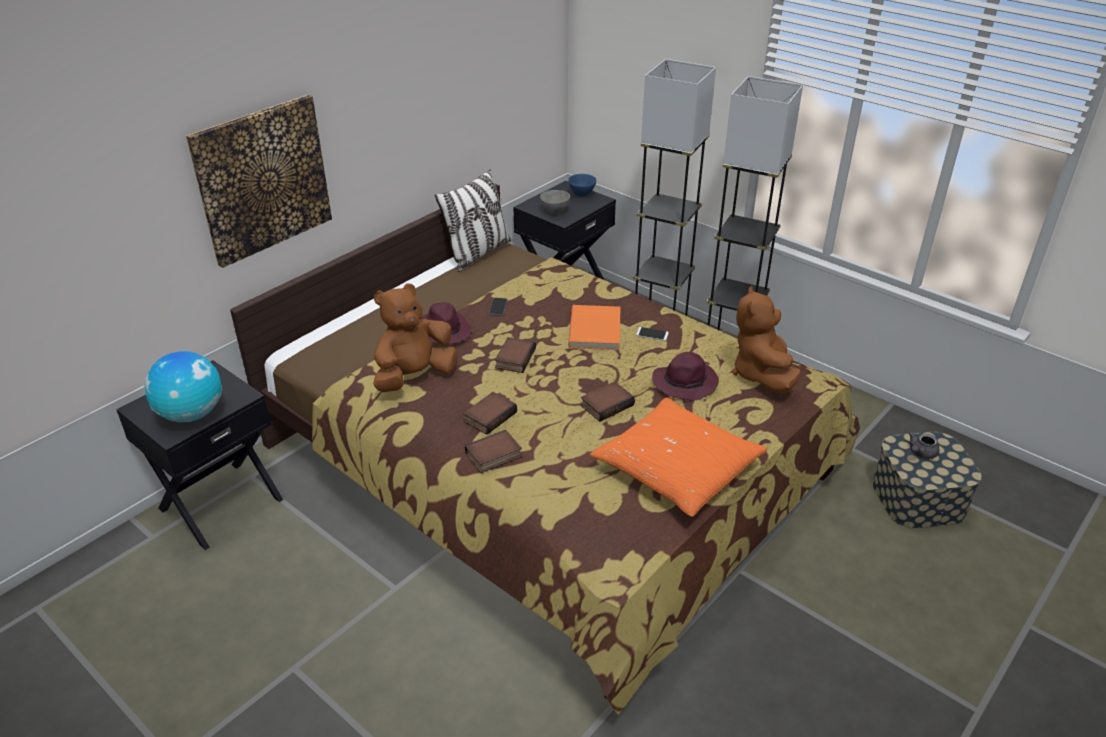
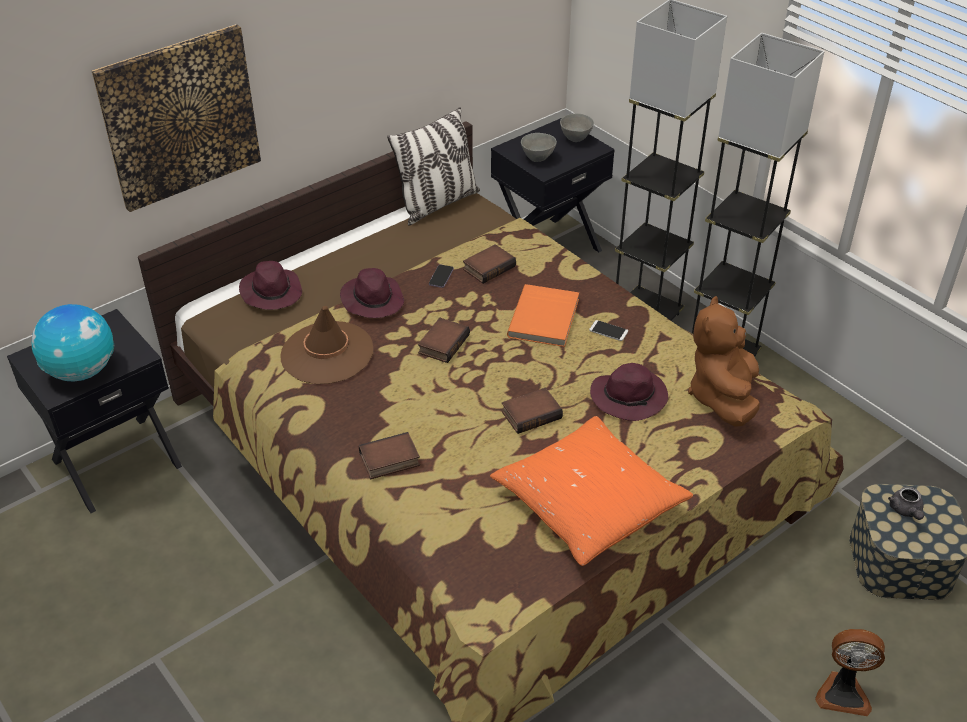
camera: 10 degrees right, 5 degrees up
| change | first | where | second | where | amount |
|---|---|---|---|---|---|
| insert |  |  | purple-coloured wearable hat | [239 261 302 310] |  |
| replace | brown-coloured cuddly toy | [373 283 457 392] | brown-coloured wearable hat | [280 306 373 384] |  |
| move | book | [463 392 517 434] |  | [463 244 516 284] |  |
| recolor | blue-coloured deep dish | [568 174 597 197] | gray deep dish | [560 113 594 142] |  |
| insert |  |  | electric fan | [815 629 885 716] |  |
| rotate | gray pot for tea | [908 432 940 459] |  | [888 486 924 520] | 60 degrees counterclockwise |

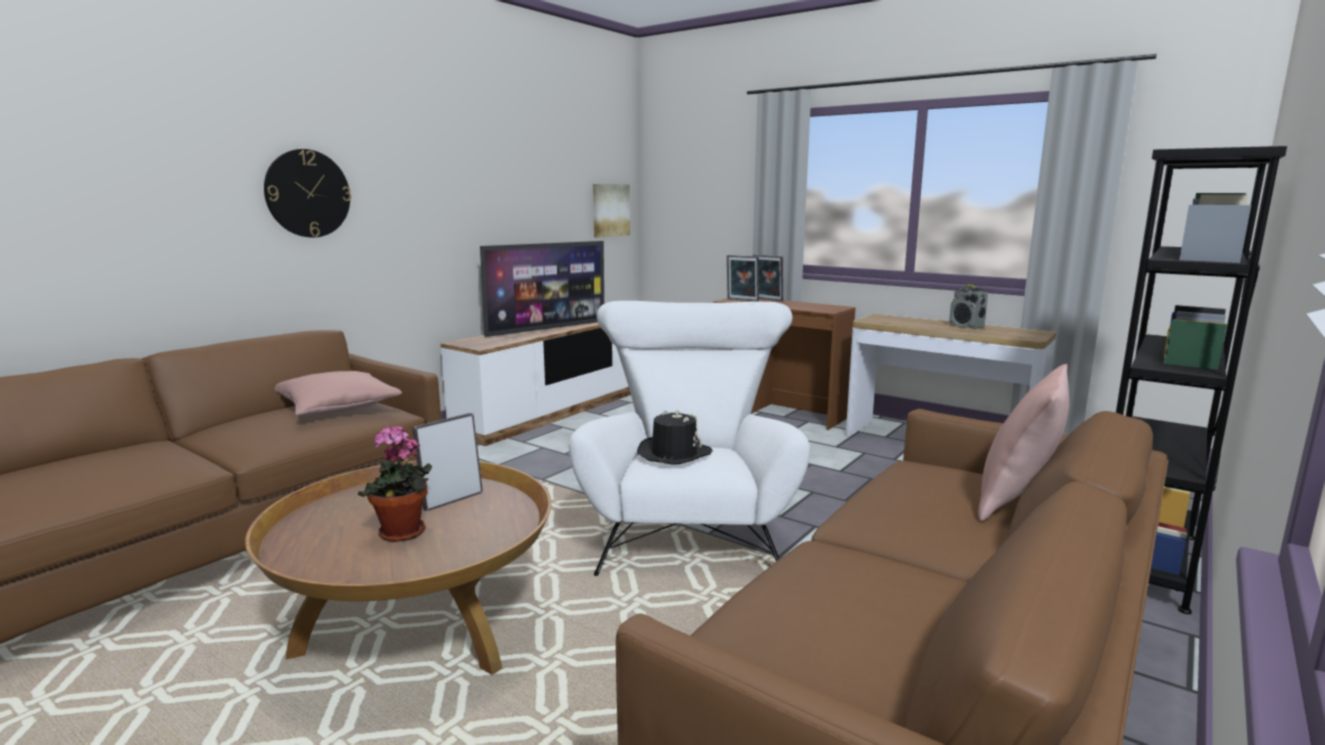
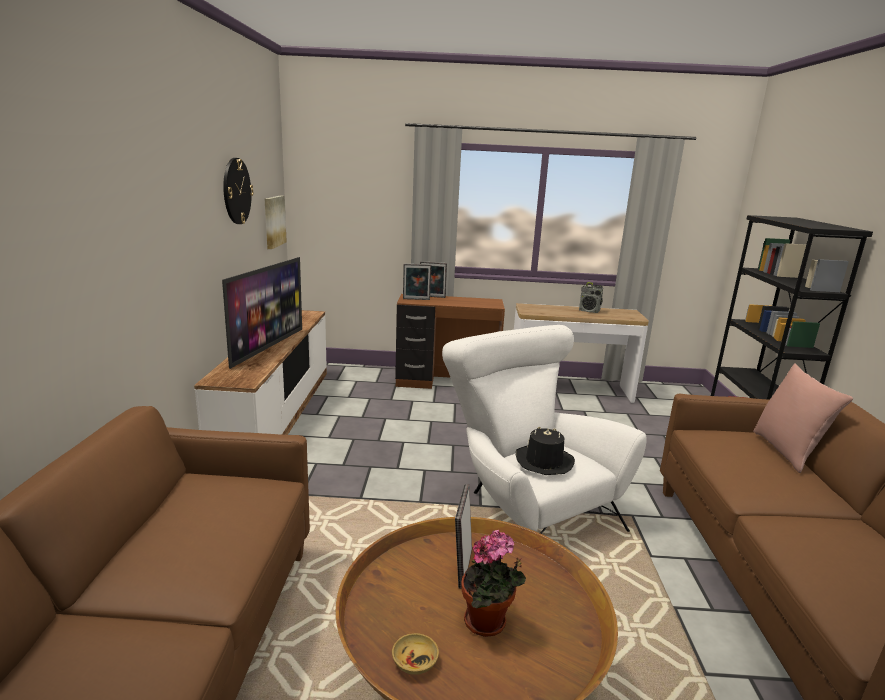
camera: 35 degrees left, 5 degrees up
| change | first | where | second | where | amount |
|---|---|---|---|---|---|
| move | wall clock | [264 149 351 238] |  | [223 158 253 224] |  |
| insert |  |  | beige deep dish | [392 633 439 675] |  |
| delete | pinkish pillow | [275 371 402 416] |  |  |  |

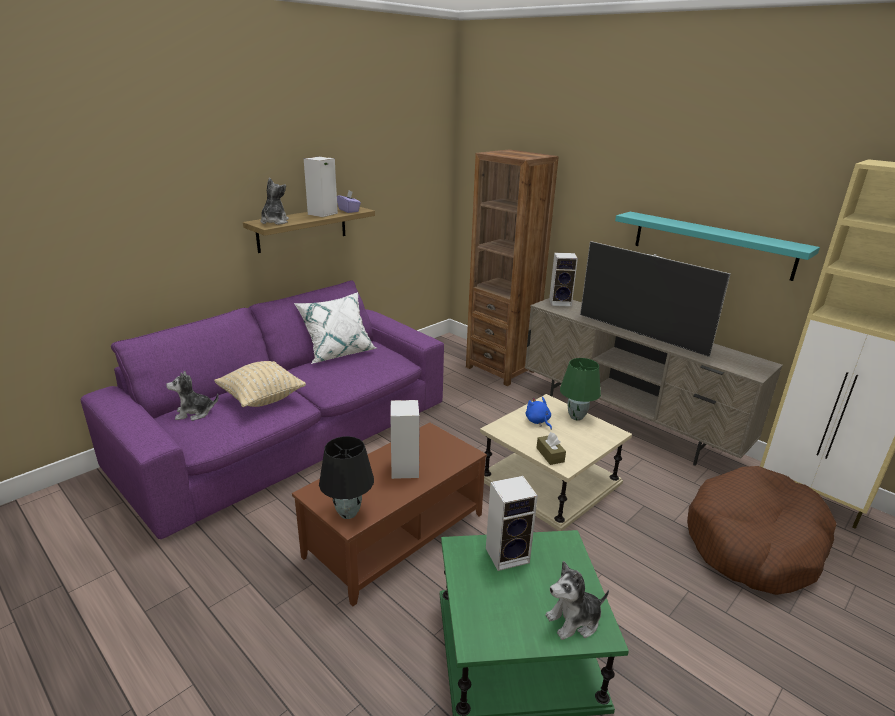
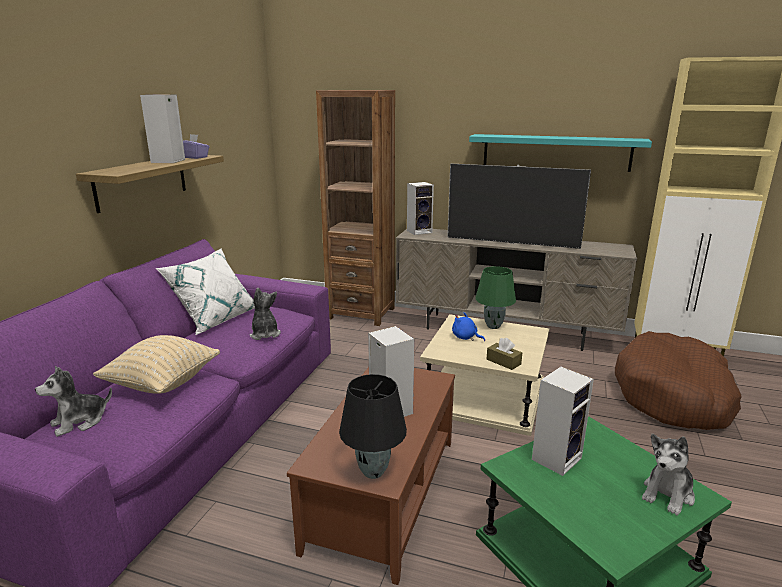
camera: 25 degrees left, 5 degrees down
| change | first | where | second | where | amount |
|---|---|---|---|---|---|
| move | cuddly toy | [261 178 289 225] |  | [250 288 281 340] |  |

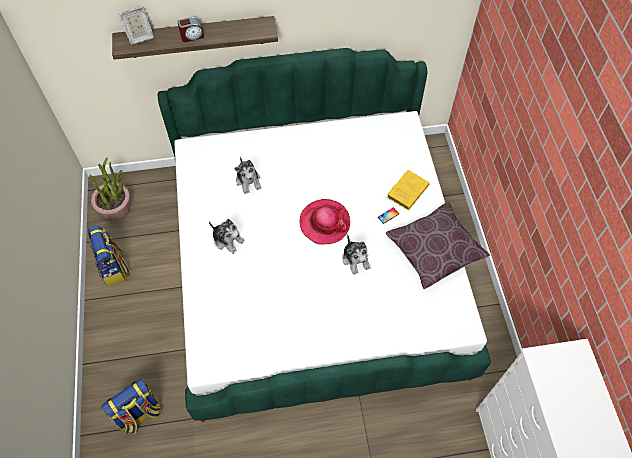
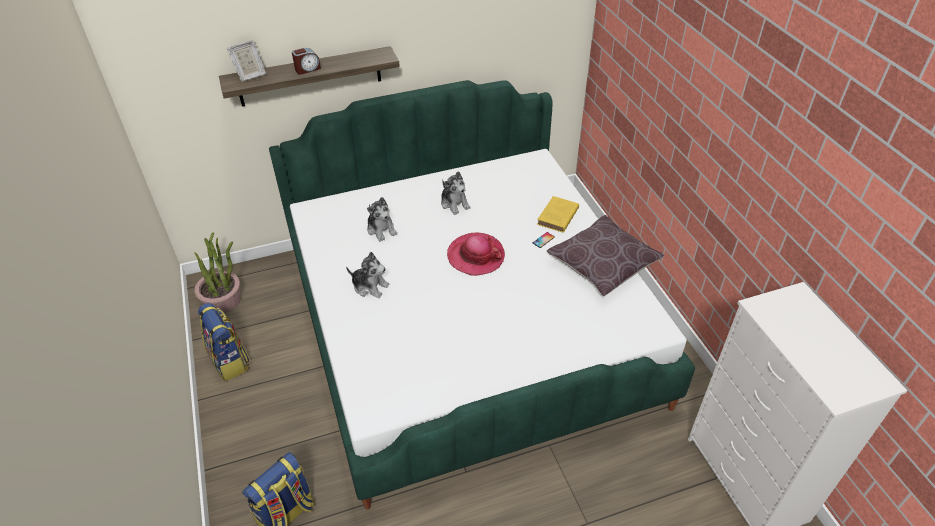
camera: 10 degrees left, 15 degrees down
| change | first | where | second | where | amount |
|---|---|---|---|---|---|
| move | cuddly toy | [342 234 371 275] |  | [441 171 471 215] |  |

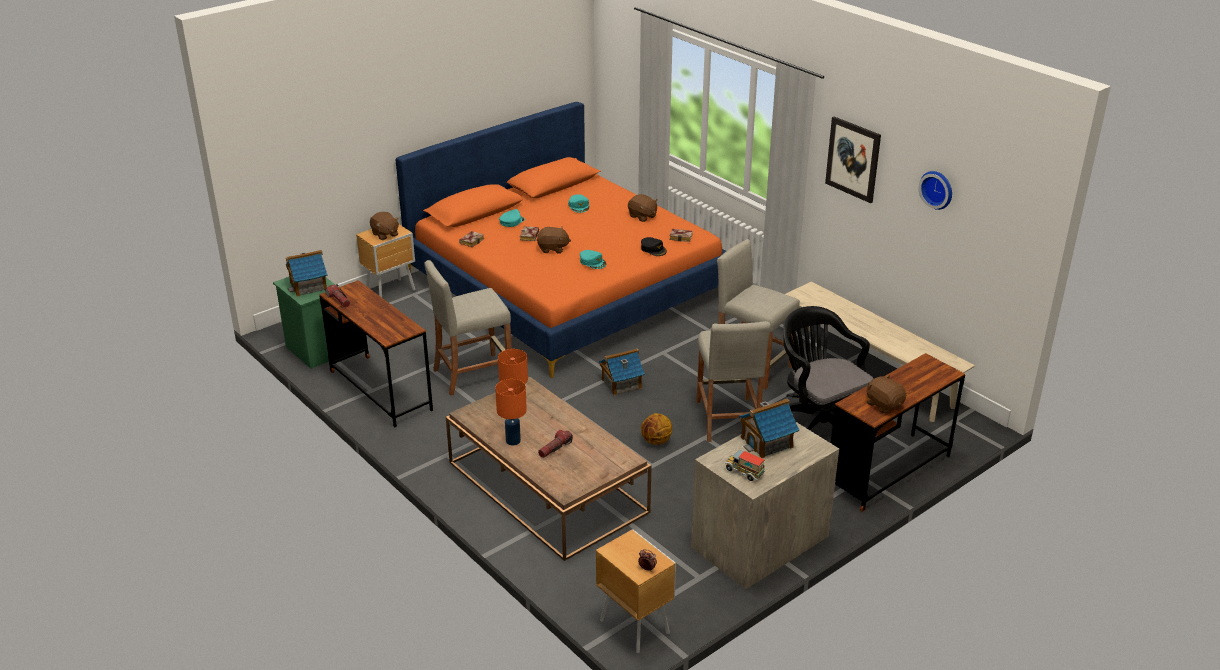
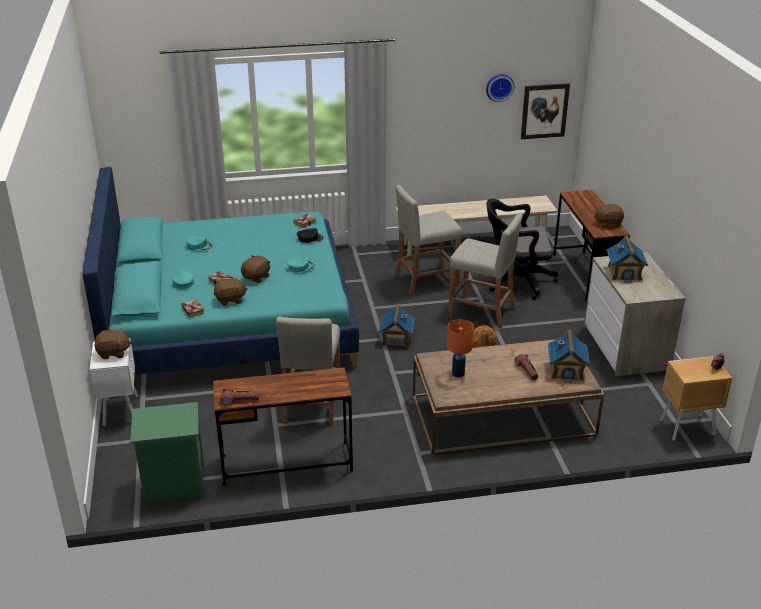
camera: 60 degrees left, 0 degrees up
| change | first | where | second | where | amount |
|---|---|---|---|---|---|
| recolor | orangey bed | [395 102 726 378] | blue-green bed | [82 167 359 375] |  |
| recolor | brown-coloured nightstand | [356 224 416 297] | white-coloured nightstand | [90 338 138 426] |  |
| move | brown-coloured cuddly toy | [628 194 658 222] |  | [214 277 248 306] |  |
| move | wall art | [825 117 881 203] |  | [521 83 570 139] |  |
| move | toy house | [286 250 327 297] |  | [548 330 590 382] |  |
| delete | orangey tabletop lamp | [495 379 527 445] |  |  |  |
| delete | toy truck | [725 450 765 481] |  |  |  |

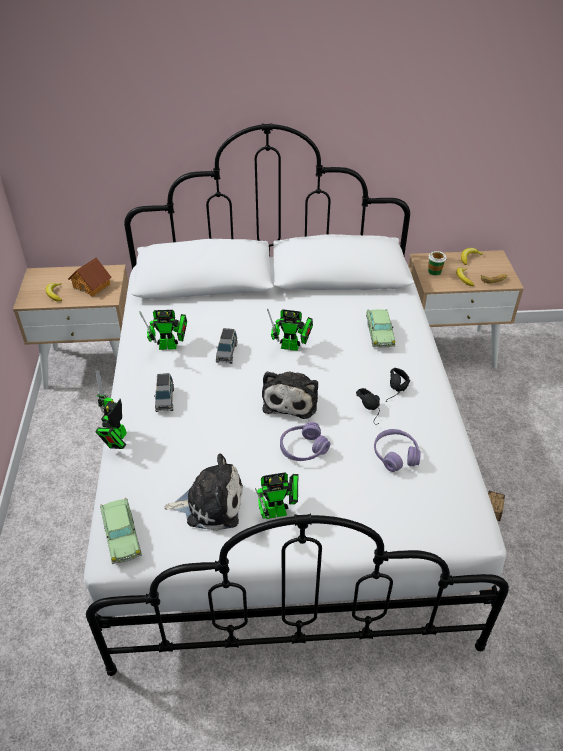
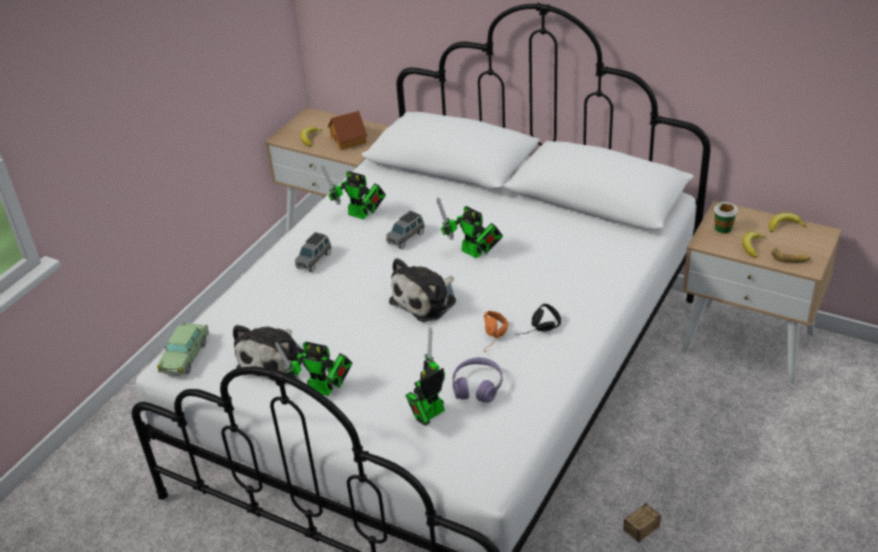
camera: 35 degrees right, 5 degrees down
| change | first | where | second | where | amount |
|---|---|---|---|---|---|
| rotate | cuddly toy | [164 454 243 531] |  | [233 324 304 382] | 75 degrees clockwise |
| move | model robot | [95 369 127 449] |  | [405 327 445 426] |  |
| recolor | blackish headset | [356 388 380 425] | orangey headset | [484 311 509 352] |  |
| delete | purple-coloured headset | [280 422 330 461] |  |  |  |
| delete | toy car | [366 309 395 348] |  |  |  |

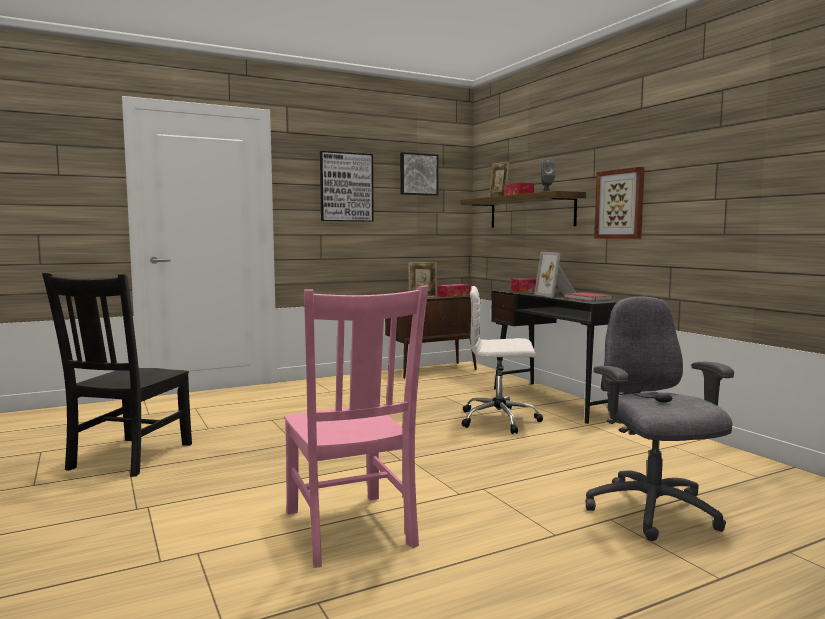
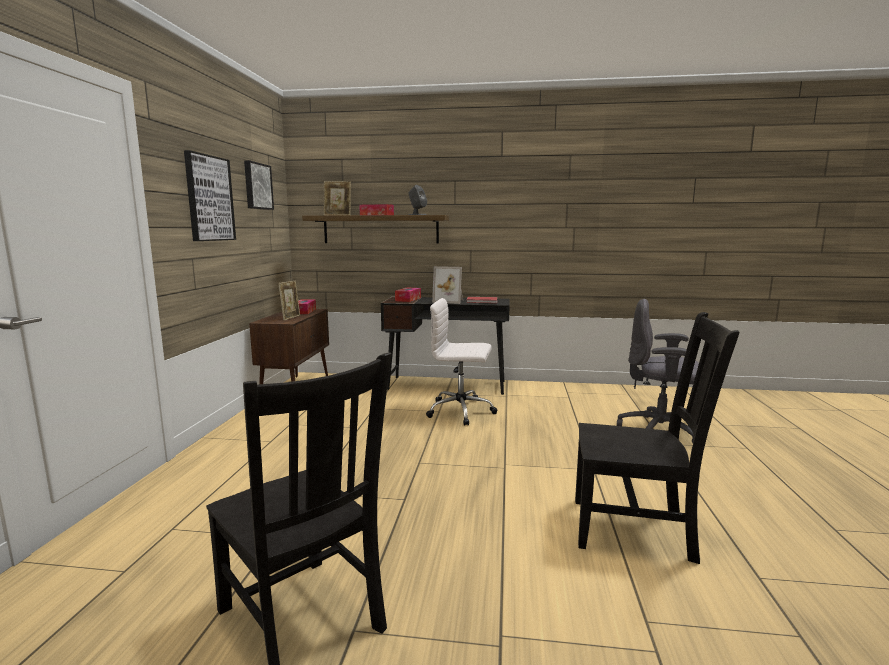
camera: 55 degrees left, 5 degrees up
| change | first | where | second | where | amount |
|---|---|---|---|---|---|
| rotate | white-coloured desk chair | [462 286 543 434] |  | [426 298 497 426] | 60 degrees clockwise |
| recolor | pinkish chair | [284 285 428 568] | blackish chair | [575 312 740 564] |  |
| delete | wall art | [594 167 645 239] |  |  |  |

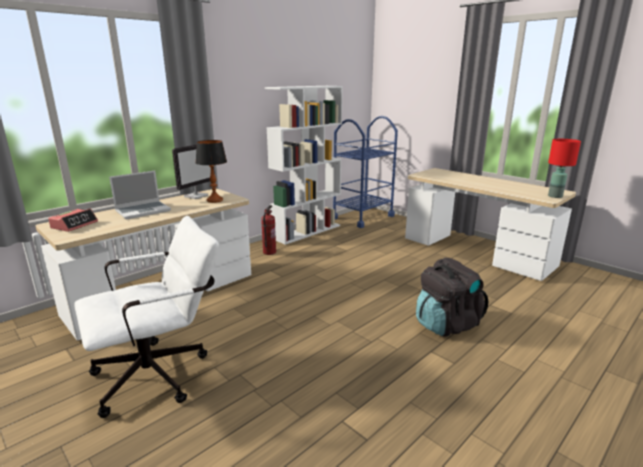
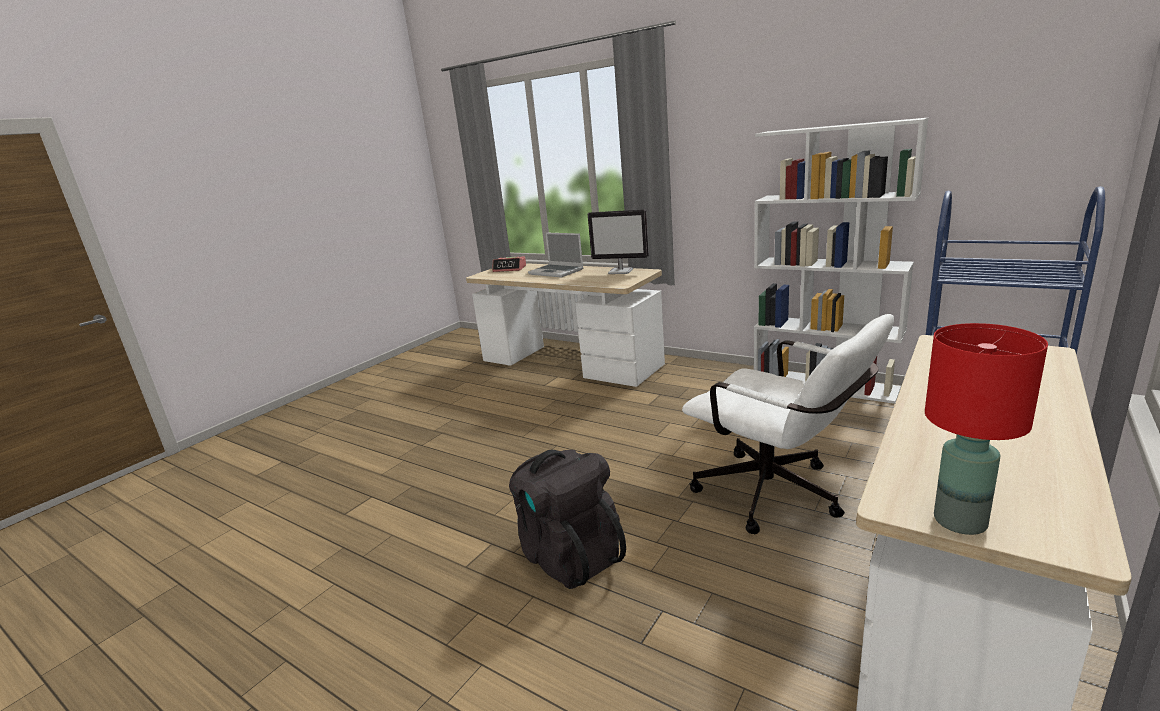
camera: 80 degrees right, 0 degrees up
| change | first | where | second | where | amount |
|---|---|---|---|---|---|
| move | white-coloured desk chair | [74 216 219 418] |  | [682 314 894 534] |  |
| delete | tabletop lamp | [196 140 227 203] |  |  |  |
| delete | fire extinguisher | [261 205 276 255] |  |  |  |

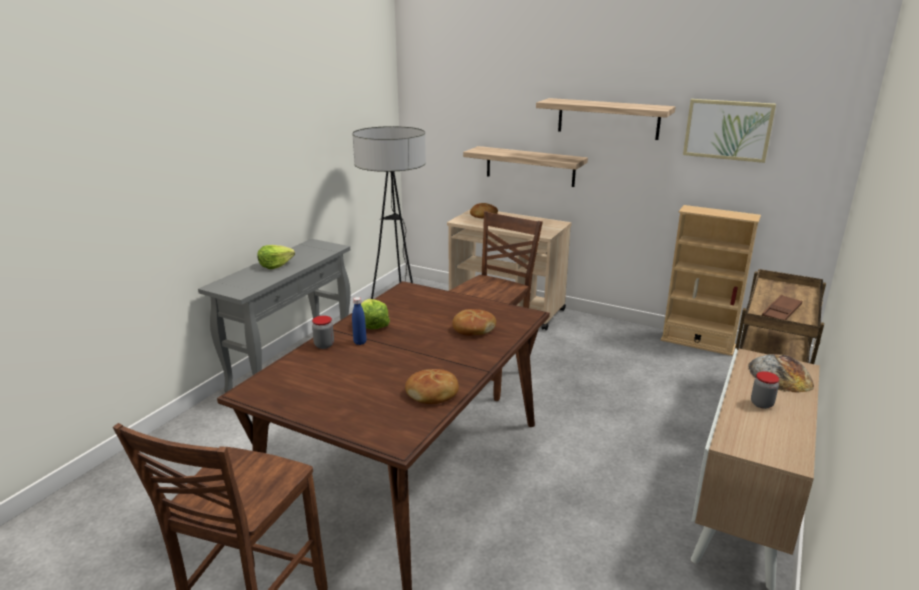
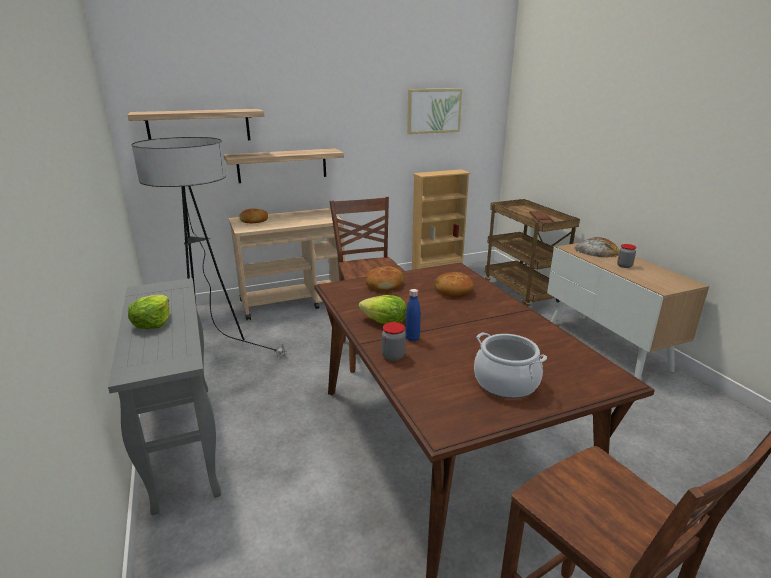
camera: 50 degrees left, 0 degrees up
| change | first | where | second | where | amount |
|---|---|---|---|---|---|
| move | bracket shelf | [536 98 676 140] |  | [128 109 264 140] |  |
| move | baked bread | [405 369 459 404] |  | [366 266 403 291] |  |
| insert |  |  | cooking pot | [474 332 547 398] |  |

